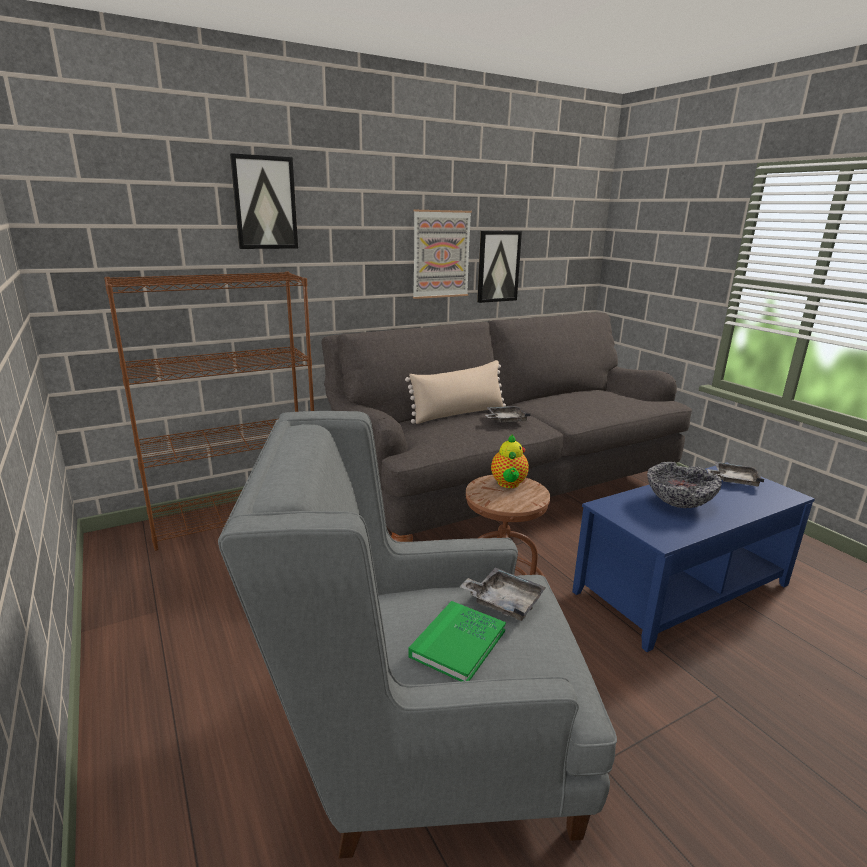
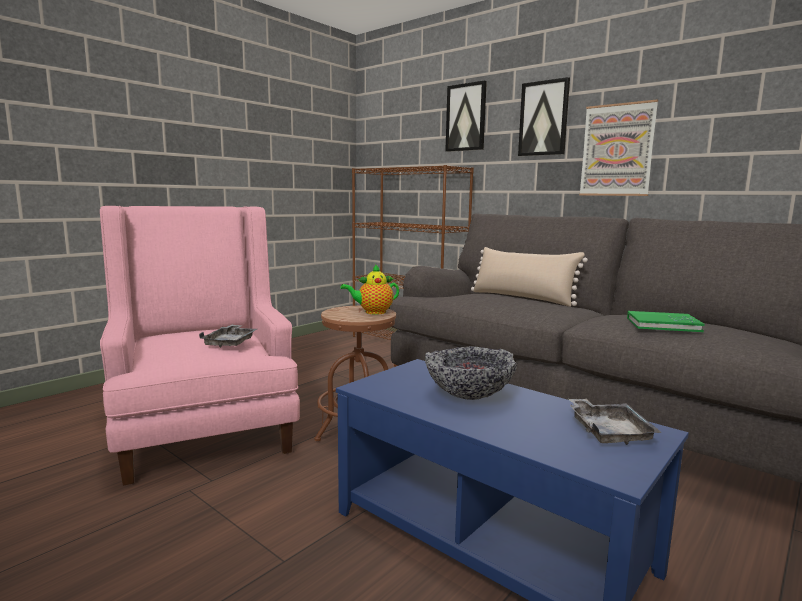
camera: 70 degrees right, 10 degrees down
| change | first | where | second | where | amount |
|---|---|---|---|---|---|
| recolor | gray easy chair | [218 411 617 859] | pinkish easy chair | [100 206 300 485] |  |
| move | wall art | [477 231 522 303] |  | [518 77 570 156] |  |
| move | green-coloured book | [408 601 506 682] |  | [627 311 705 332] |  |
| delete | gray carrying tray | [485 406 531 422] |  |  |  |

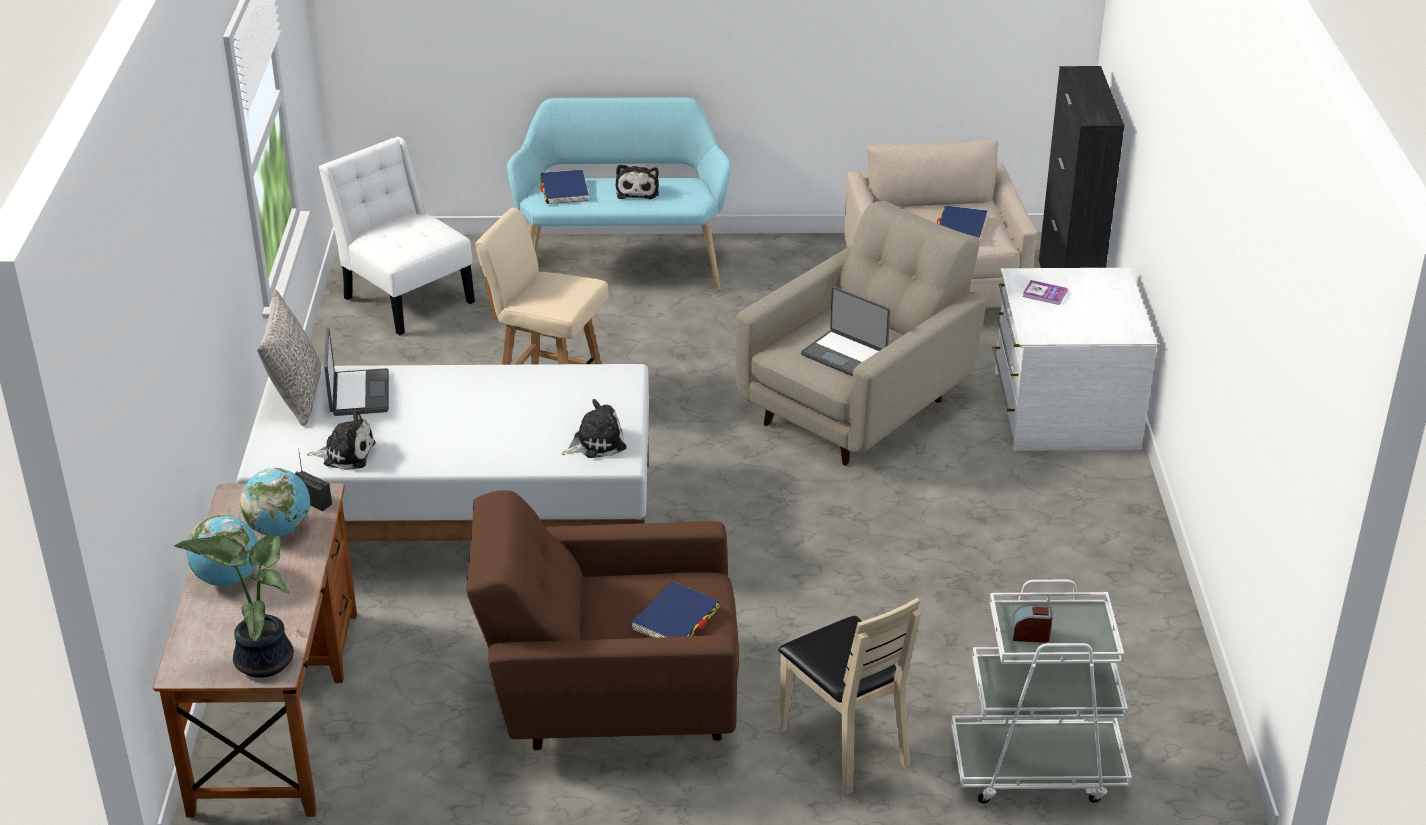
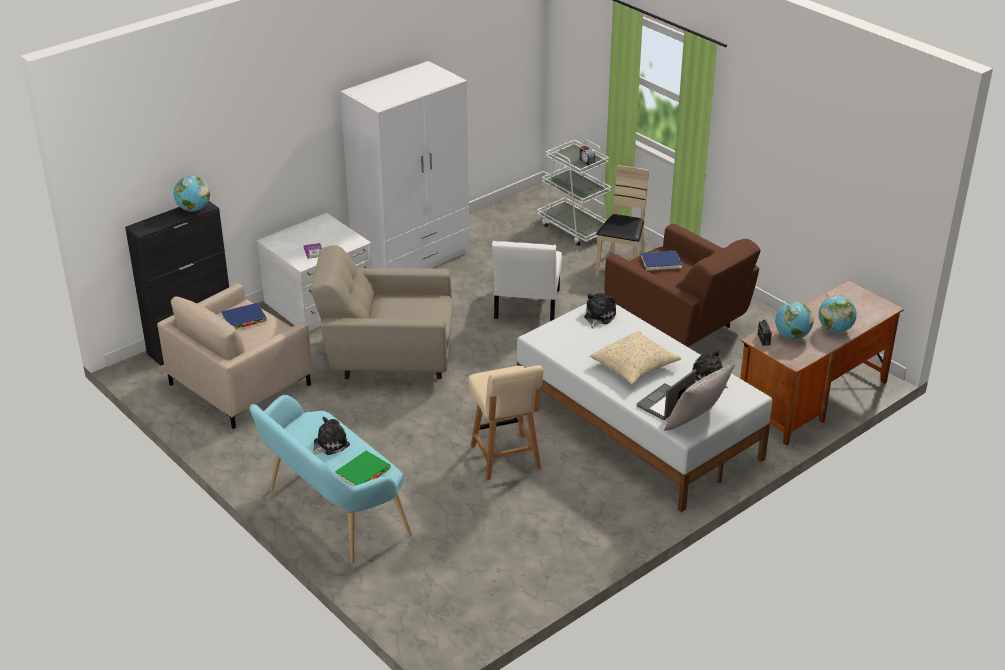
camera: 130 degrees left, 0 degrees up
| change | first | where | second | where | amount |
|---|---|---|---|---|---|
| insert |  |  | world globe | [174 176 210 212] |  |
| recolor | blue-coloured book | [540 169 589 204] | green-coloured book | [335 451 391 486] |  |
| insert |  |  | white-coloured wardrobe | [340 61 470 269] |  |
| move | white-coloured chair | [318 137 475 335] |  | [492 241 562 321] |  |
| rotate | cuddly toy | [562 399 627 458] |  | [584 293 616 329] | 90 degrees clockwise |
| insert |  |  | beige pillow | [590 331 681 384] |  |
| delete | potted plant | [174 534 294 678] |  |  |  |
| delete | laptop | [801 286 890 376] |  |  |  |

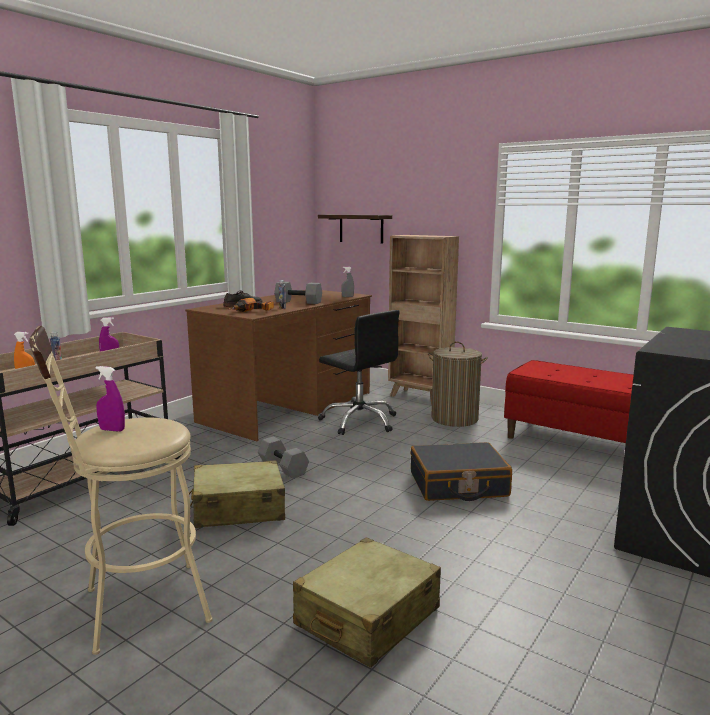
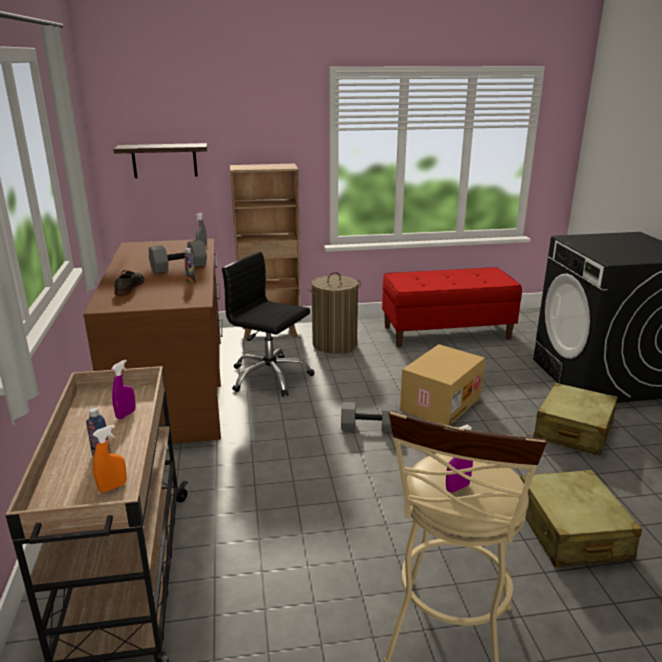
camera: 45 degrees left, 10 degrees up
| change | first | where | second | where | amount |
|---|---|---|---|---|---|
| rotate | blackish desk chair | [318 310 400 435] |  | [222 252 314 397] | 150 degrees counterclockwise |
| move | gray hand weight | [258 436 309 479] |  | [341 402 396 432] |  |
| replace | blackish piece of luggage | [410 442 512 501] | carton | [400 344 485 426] |  |
| move | beige piece of luggage | [189 460 285 528] |  | [534 383 618 456] |  |
| delete | drill | [229 298 274 312] |  |  |  |

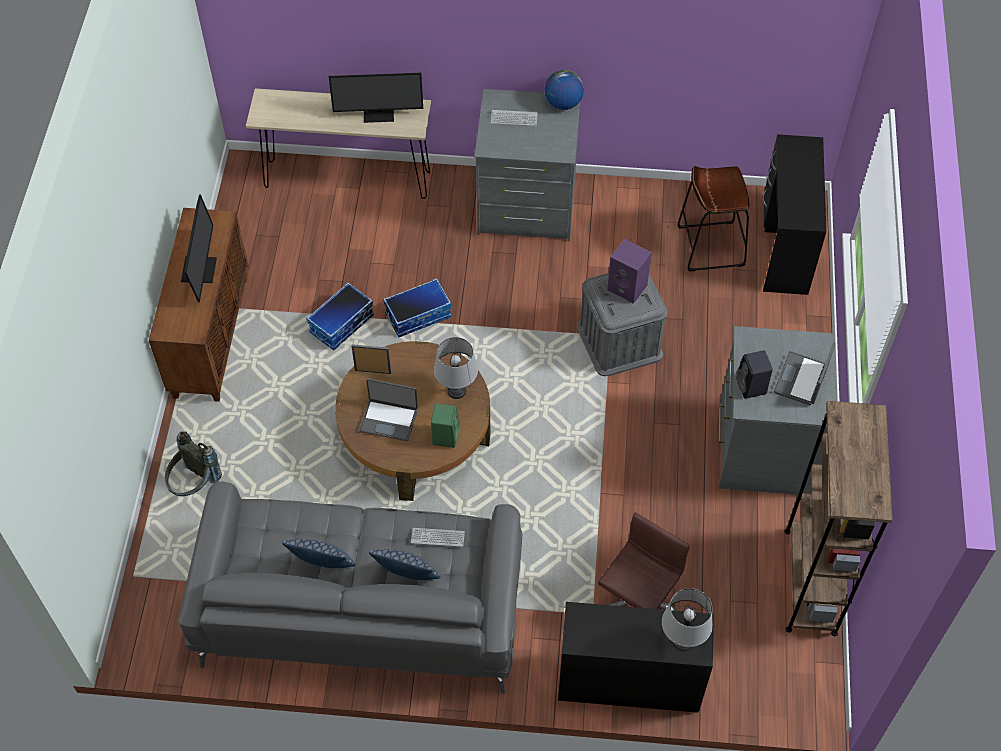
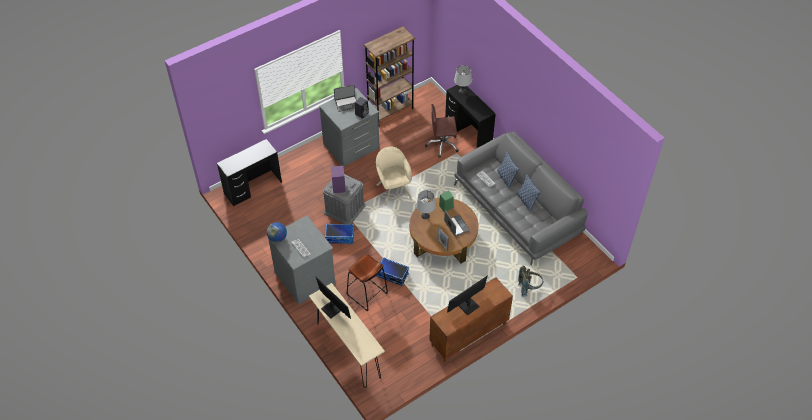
camera: 130 degrees left, 5 degrees down
| change | first | where | second | where | amount |
|---|---|---|---|---|---|
| move | storage container | [306 282 374 351] |  | [325 224 355 244] |  |
| move | brown-coloured stool | [678 166 750 272] |  | [347 254 388 311] |  |
| insert |  |  | beige easy chair | [376 147 412 206] |  |

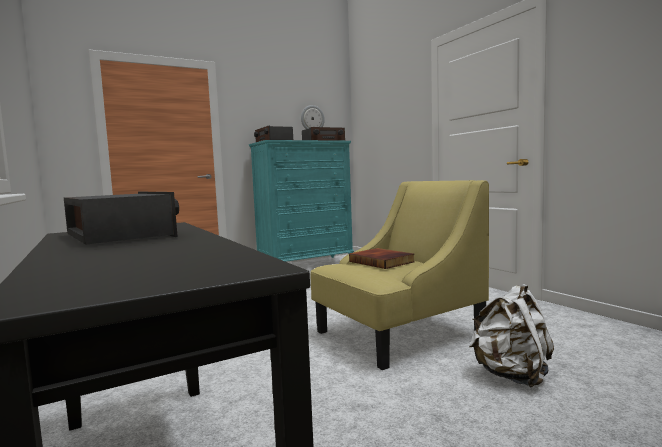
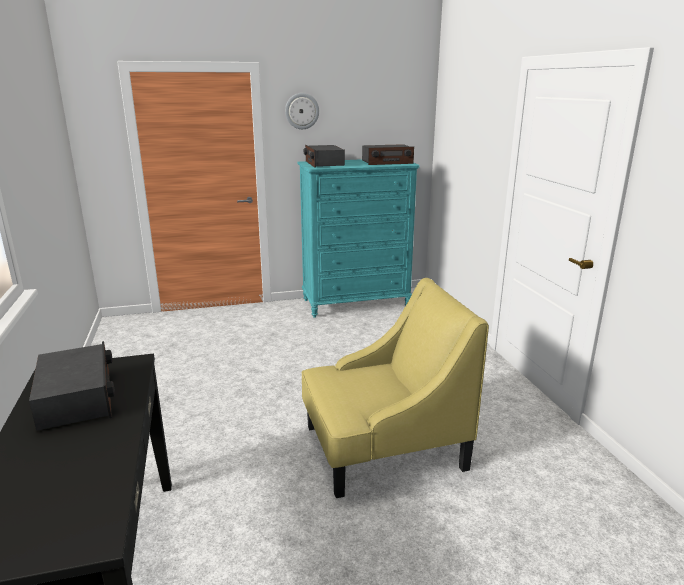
camera: 15 degrees right, 15 degrees up
| change | first | where | second | where | amount |
|---|---|---|---|---|---|
| move | wall clock | [301 105 325 129] |  | [285 93 319 129] |  |
| delete | book | [349 248 415 269] |  |  |  |
| delete | white-coloured backpack | [469 284 554 388] |  |  |  |

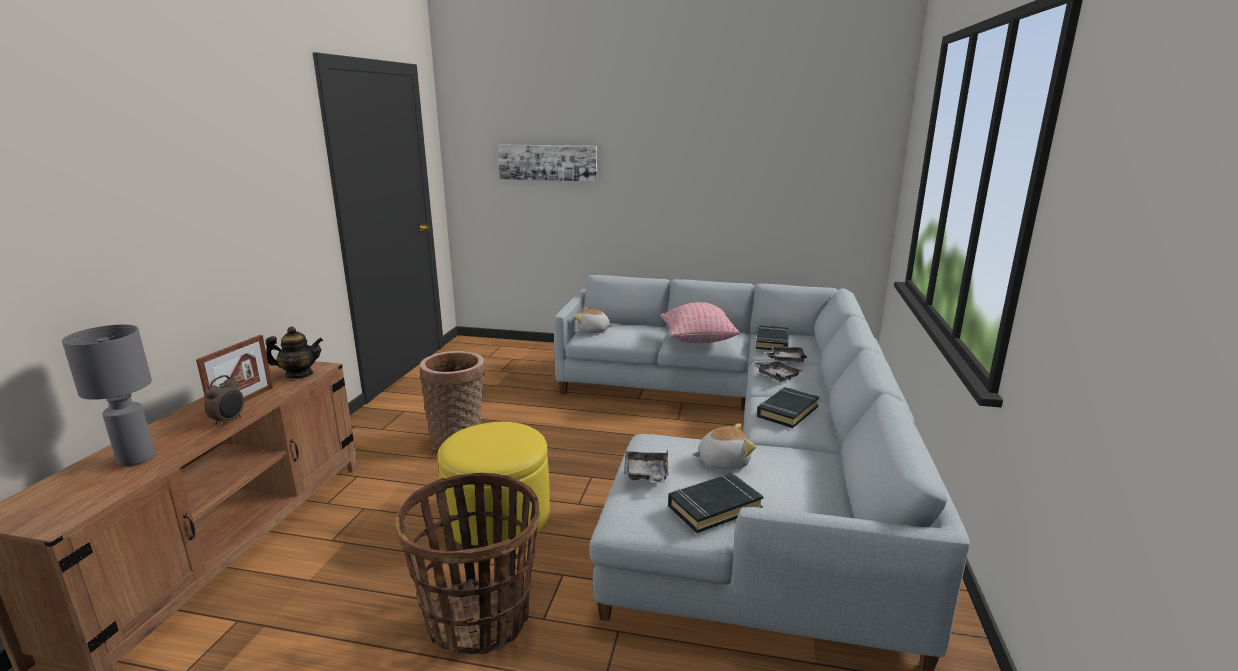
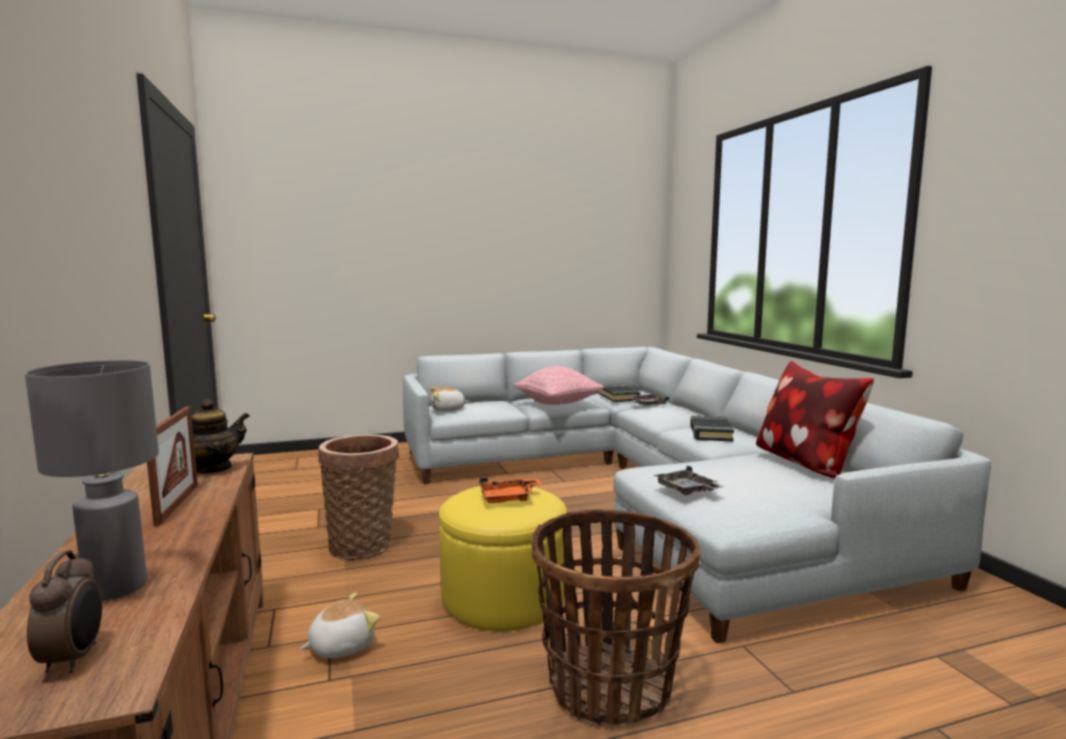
camera: 30 degrees left, 10 degrees down
| change | first | where | second | where | amount |
|---|---|---|---|---|---|
| move | alarm clock | [204 375 244 426] |  | [27 550 102 673] |  |
| move | cuddly toy | [692 423 756 470] |  | [300 592 380 658] |  |
| insert |  |  | orangey carrying tray | [479 477 541 503] |  |
| insert |  |  | pillow | [756 361 874 478] |  |
| delete | wall art | [498 144 597 182] |  |  |  |
| delete | blackish book | [668 473 764 533] |  |  |  |
| delete | gray carrying tray | [752 360 802 382] |  |  |  |

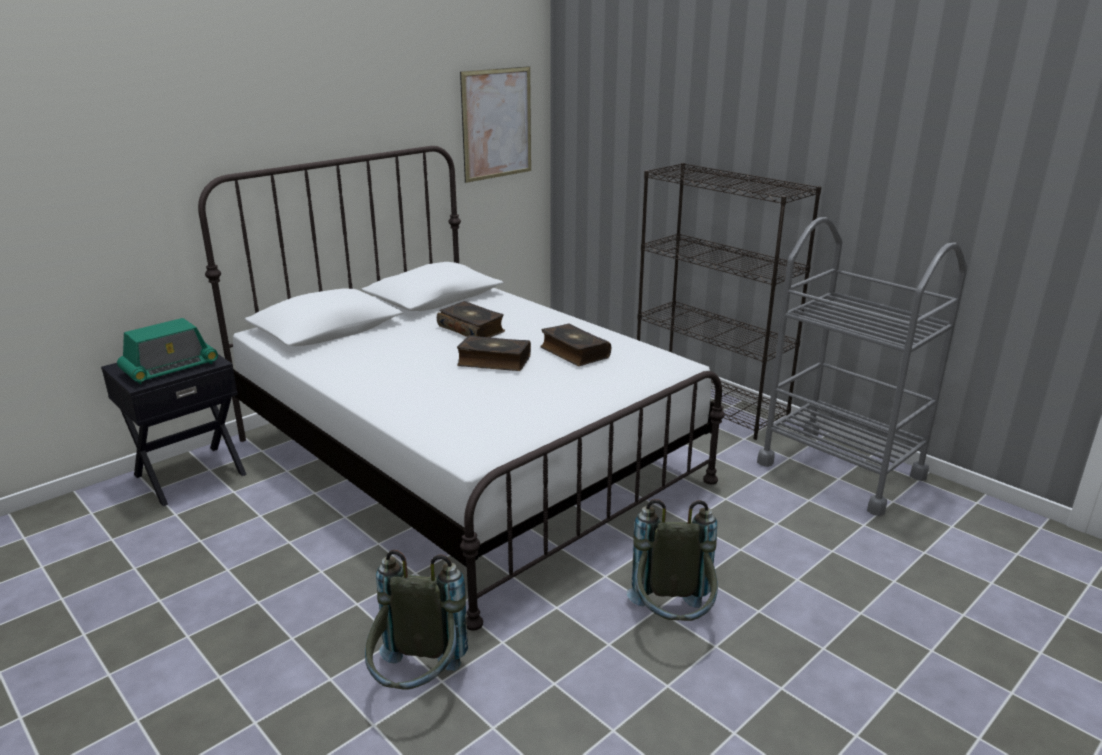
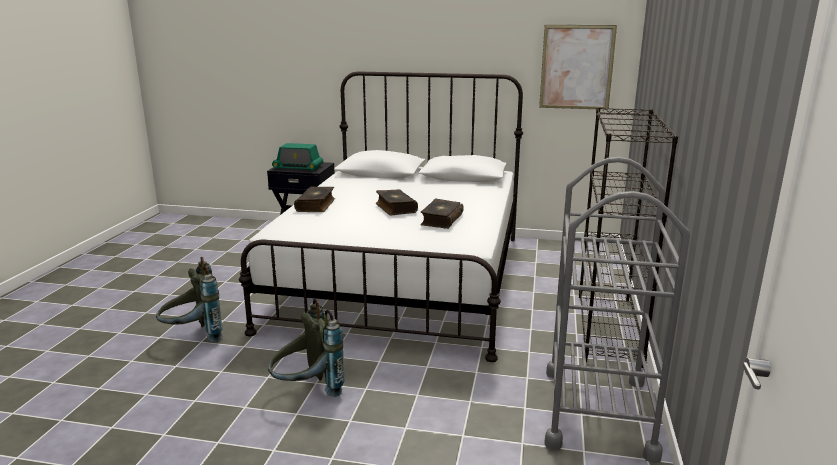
camera: 55 degrees right, 5 degrees down
| change | first | where | second | where | amount |
|---|---|---|---|---|---|
| move | book | [437 301 505 338] |  | [294 187 335 212] |  |

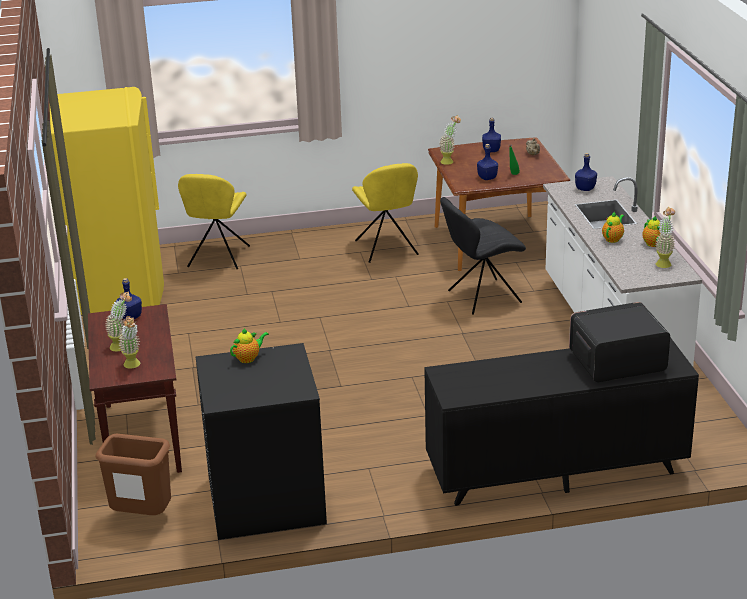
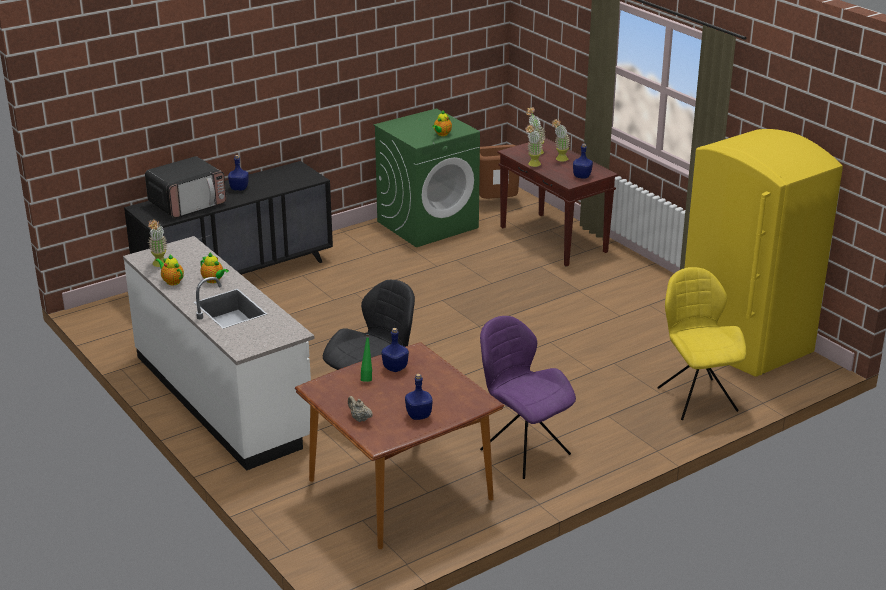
camera: 155 degrees right, 0 degrees up
| change | first | where | second | where | amount |
|---|---|---|---|---|---|
| rotate | pot for tea | [602 211 624 243] |  | [200 252 229 283] | 60 degrees counterclockwise |
| move | blue-coloured drink bottle | [575 153 597 191] |  | [228 155 249 191] |  |
| recolor | blackish laundry machine | [195 343 327 540] | green-coloured laundry machine | [373 108 480 247] |  |
| recolor | yellow-coloured chair | [352 163 419 263] | purple-coloured chair | [480 316 576 479] |  |
| move | potted plant | [439 115 461 165] |  | [525 124 543 167] |  |

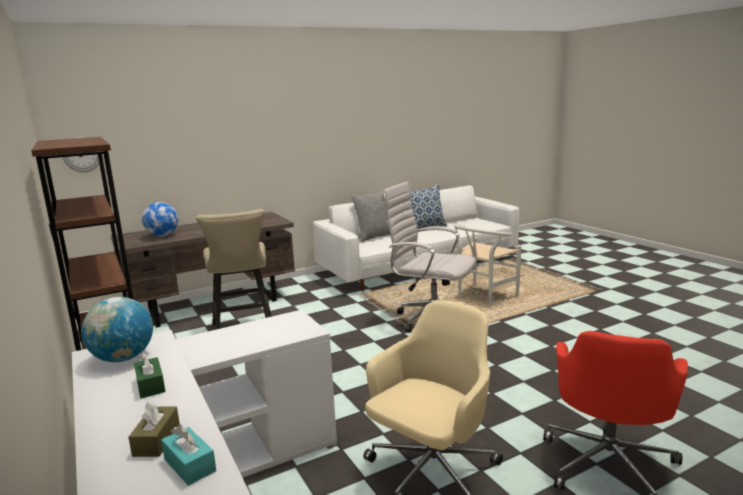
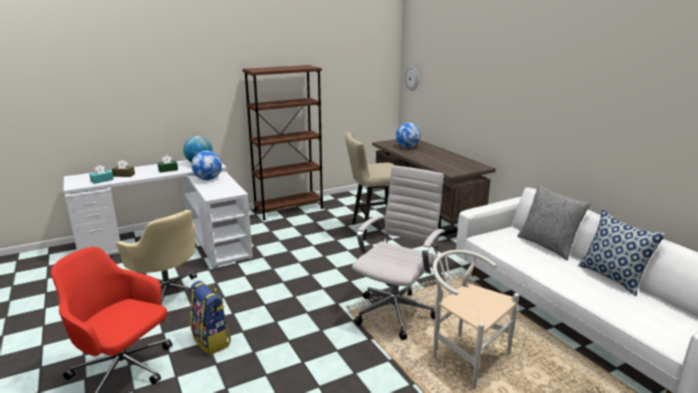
camera: 90 degrees right, 5 degrees up
| change | first | where | second | where | amount |
|---|---|---|---|---|---|
| insert |  |  | backpack | [190 281 231 355] |  |
| insert |  |  | world globe | [191 151 222 180] |  |

